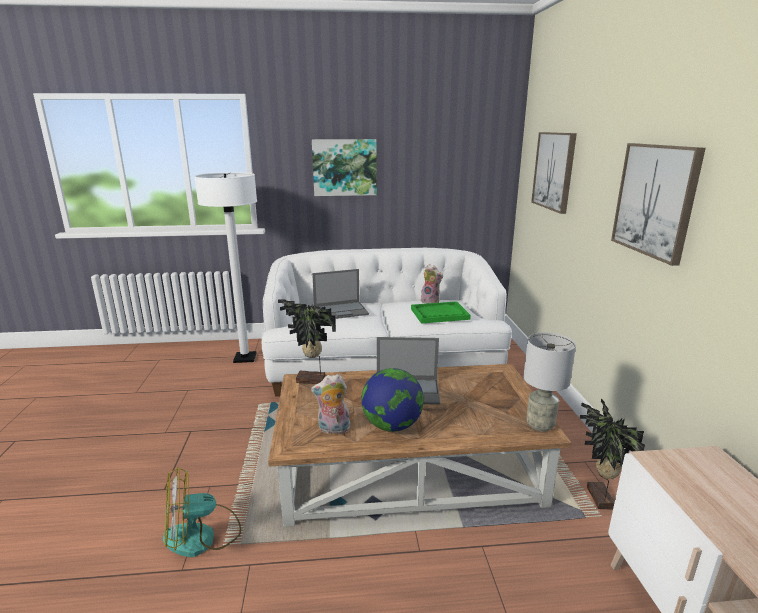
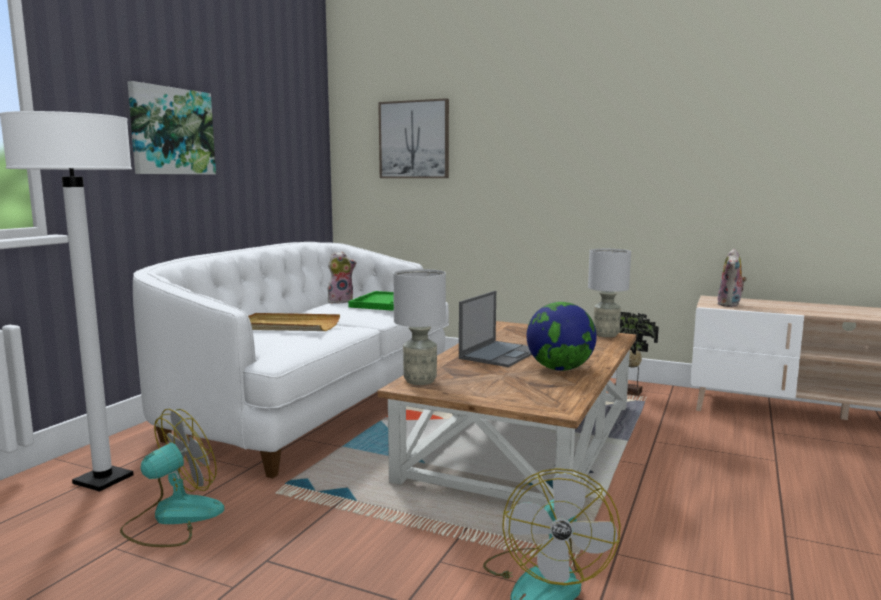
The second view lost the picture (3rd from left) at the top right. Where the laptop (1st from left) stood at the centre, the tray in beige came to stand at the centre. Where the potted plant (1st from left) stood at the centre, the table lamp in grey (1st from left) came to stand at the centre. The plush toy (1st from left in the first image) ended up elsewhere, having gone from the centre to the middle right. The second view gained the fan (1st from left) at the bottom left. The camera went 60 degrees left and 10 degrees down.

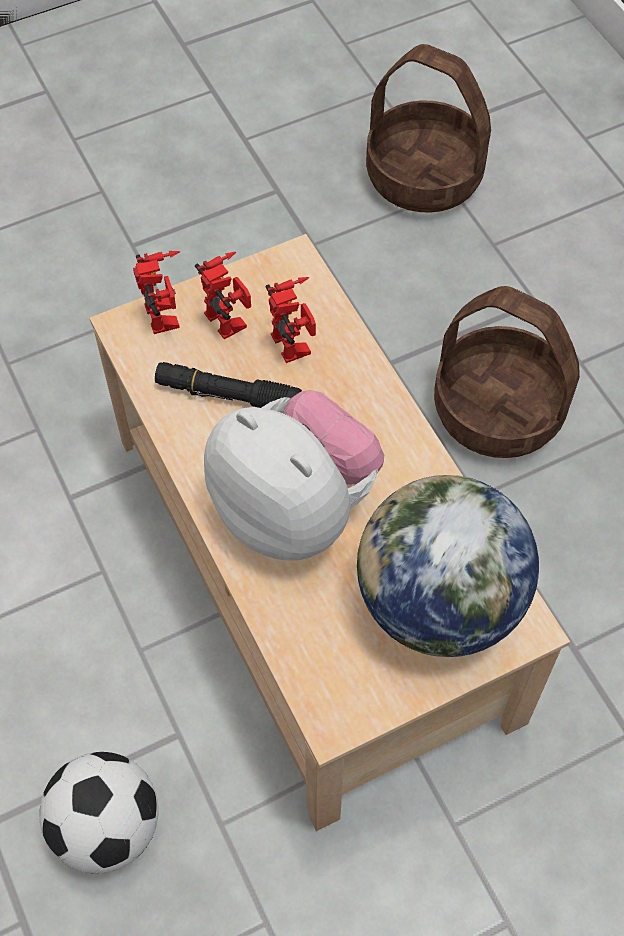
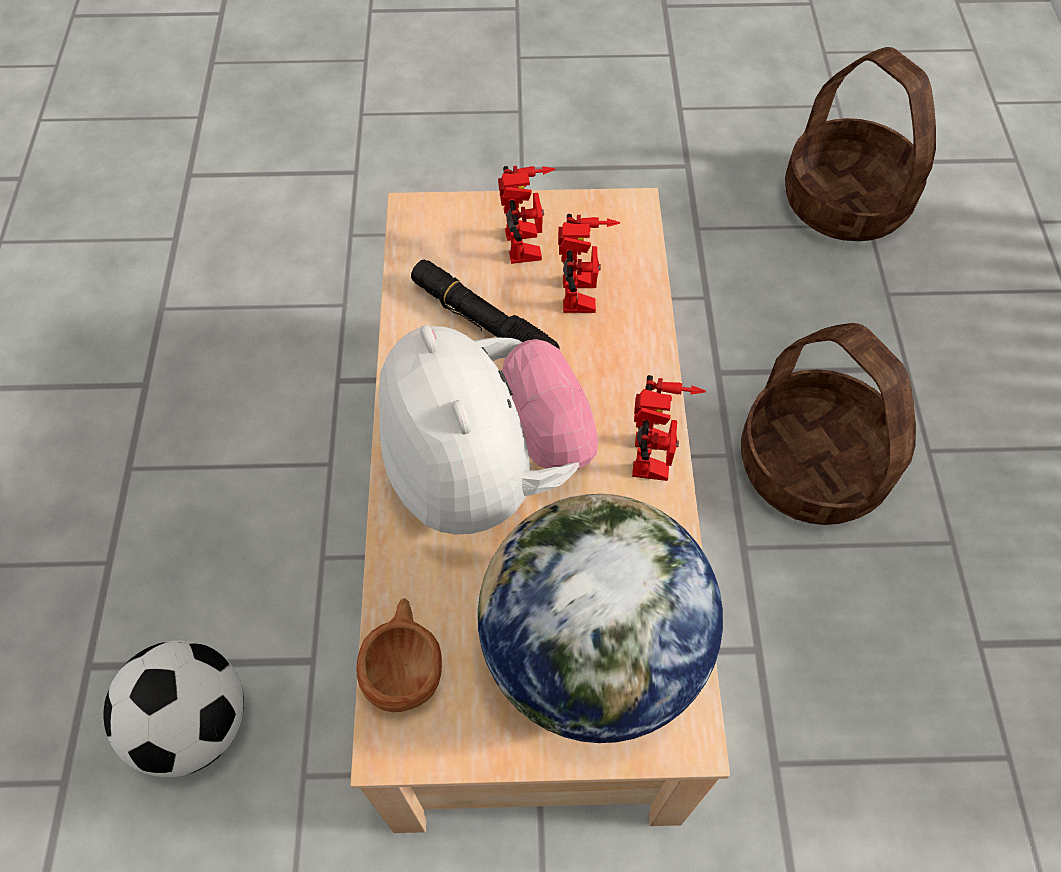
The toy robot (1st from left in the first image) ended up elsewhere, having gone from the top left to the centre. The second view gained the cup in brown at the bottom centre. The camera went 25 degrees right and 0 degrees up.

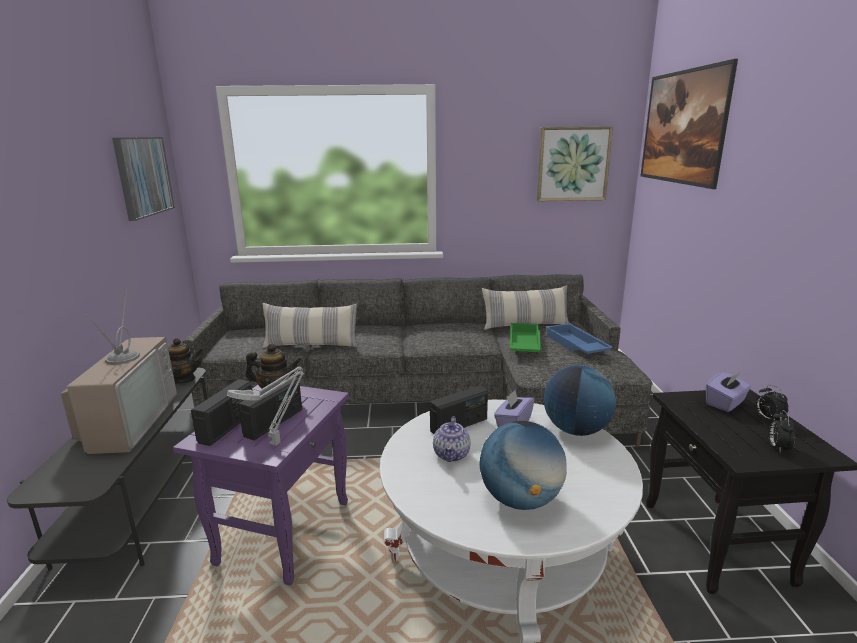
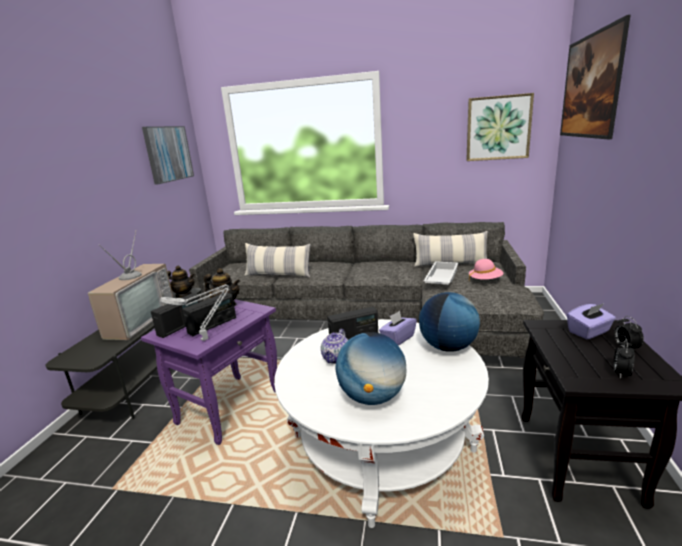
What was the tray in green at the centre turned into the tray in white at the centre. Where the tray in blue stood at the middle right, the hat in pink came to stand at the middle right. The camera went 15 degrees right and 0 degrees up.

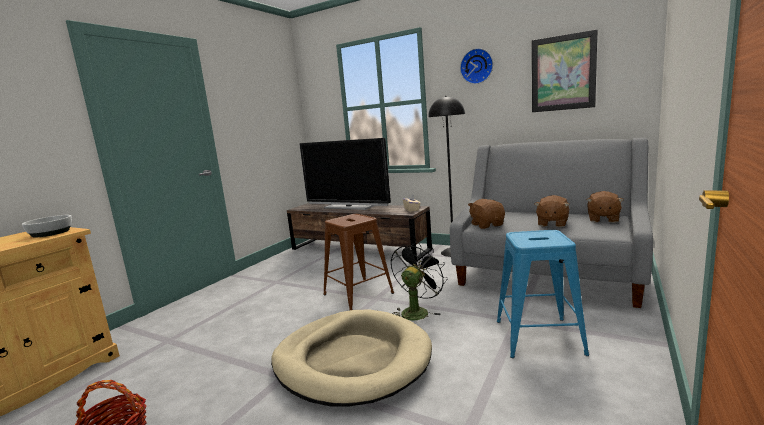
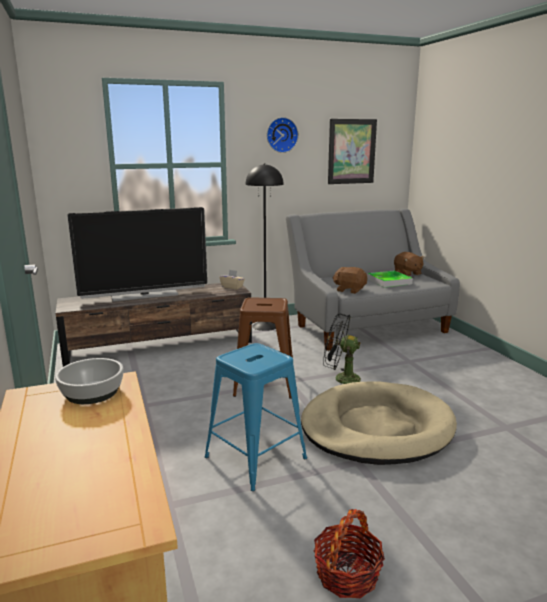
Where the plush toy in brown (2nd from left) stood at the middle right, the tray came to stand at the middle right. The stool in blue ended up elsewhere, having gone from the bottom right to the bottom centre. The fan in black at the centre ended up facing another way, 60 degrees counterclockwise from before. The camera went 50 degrees left and 5 degrees up.

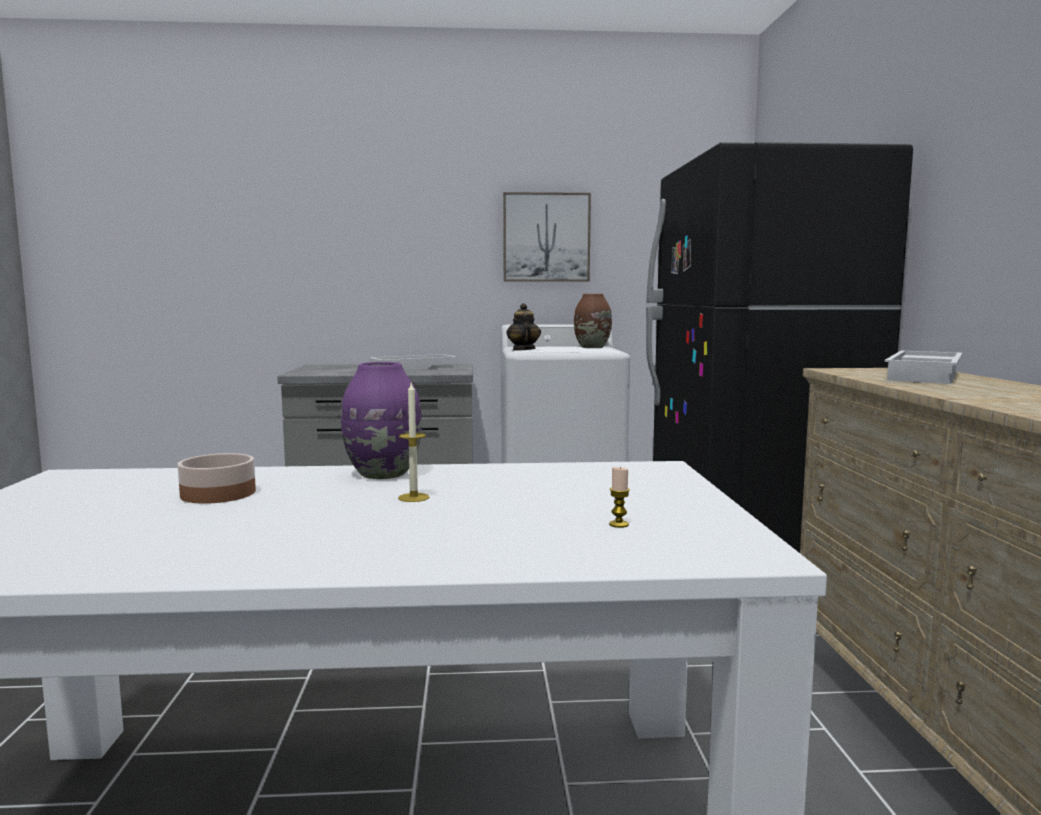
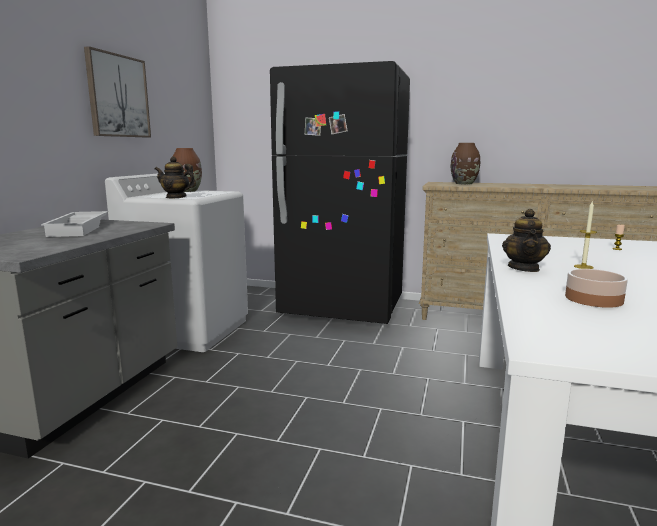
Where the tray in white (2nd from left) stood at the middle right, the vase in brown (2nd from left) came to stand at the top right. Where the vase in purple stood at the centre, the teapot (2nd from left) came to stand at the middle right. The camera went 70 degrees left and 5 degrees up.

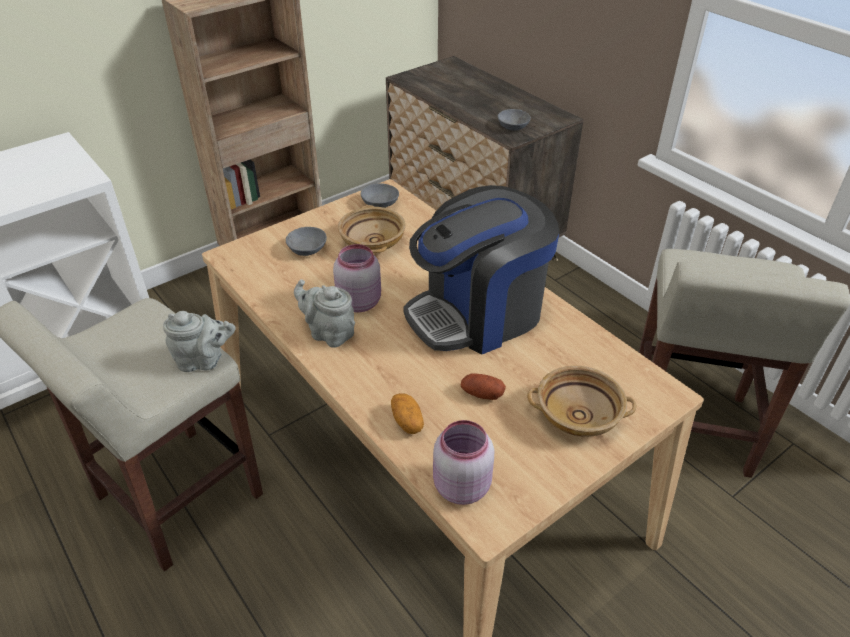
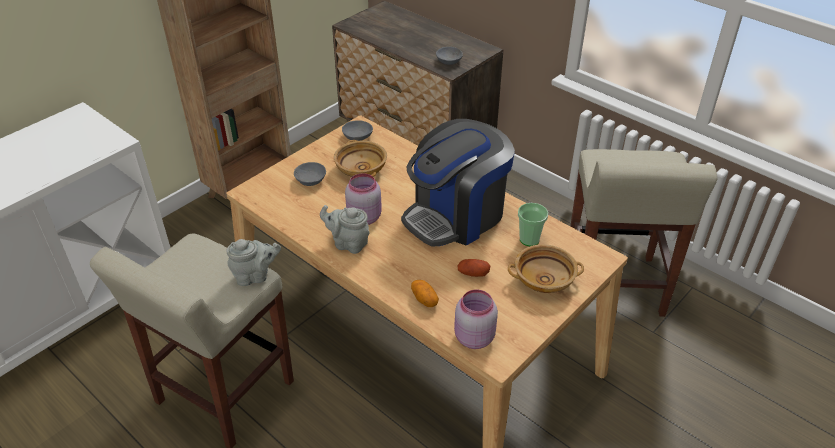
The second view gained the cup at the centre. The camera went 10 degrees left and 0 degrees up.

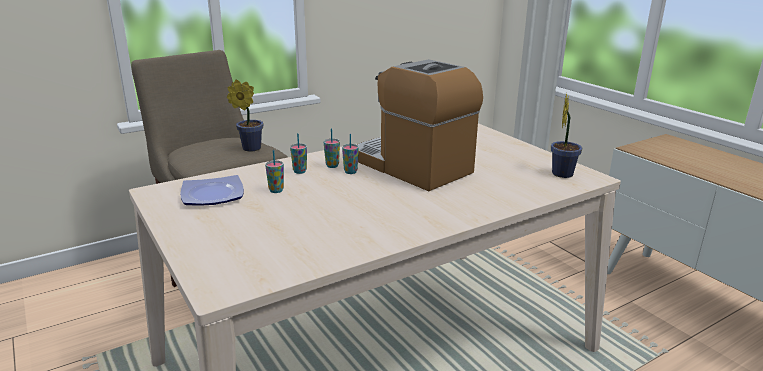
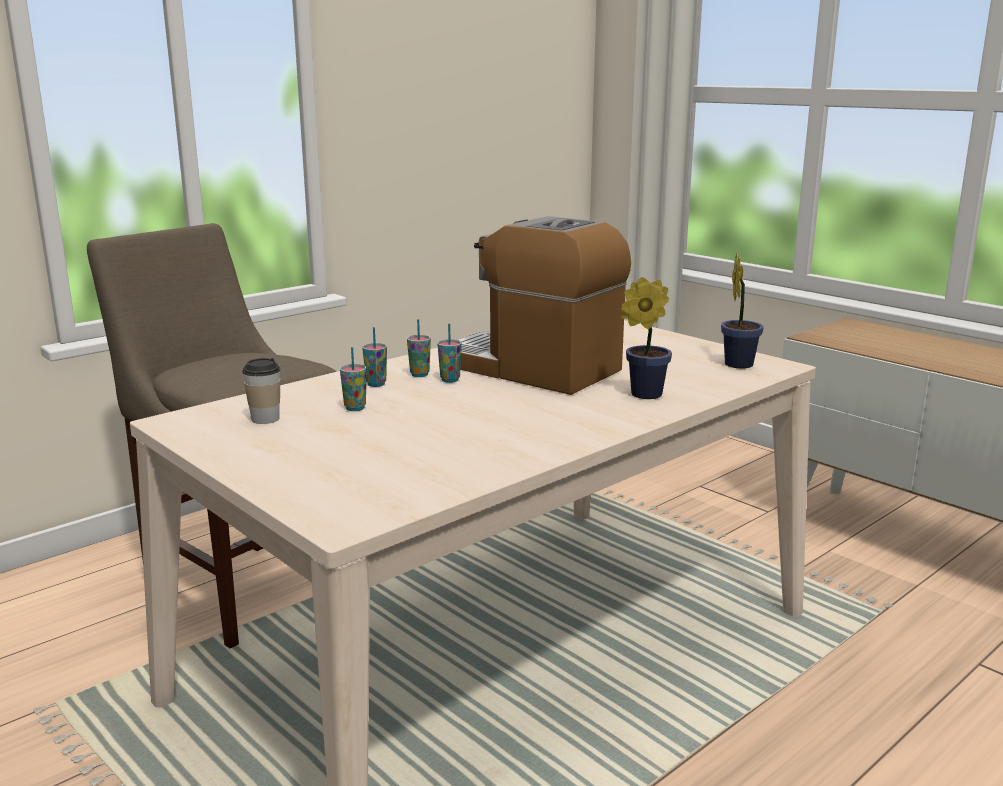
The potted plant (1st from left) ended up elsewhere, having gone from the top left to the centre. Where the plate stood at the middle left, the cup (1st from left) came to stand at the middle left. The camera went 10 degrees left and 5 degrees down.

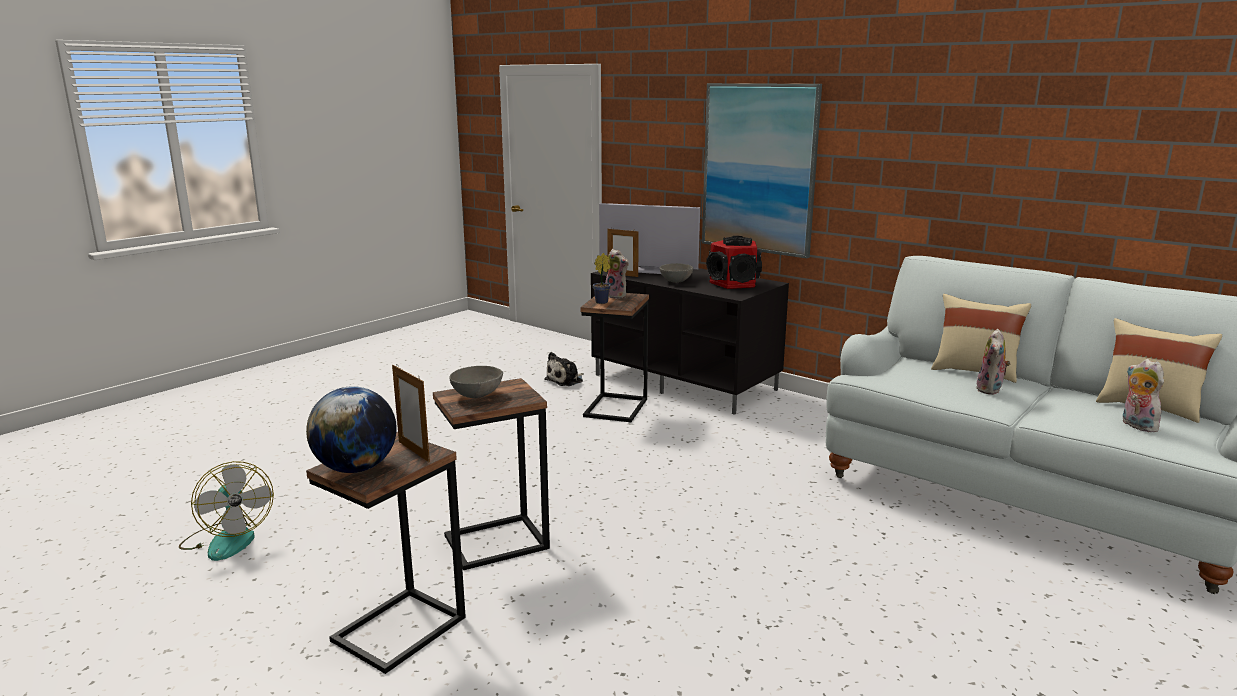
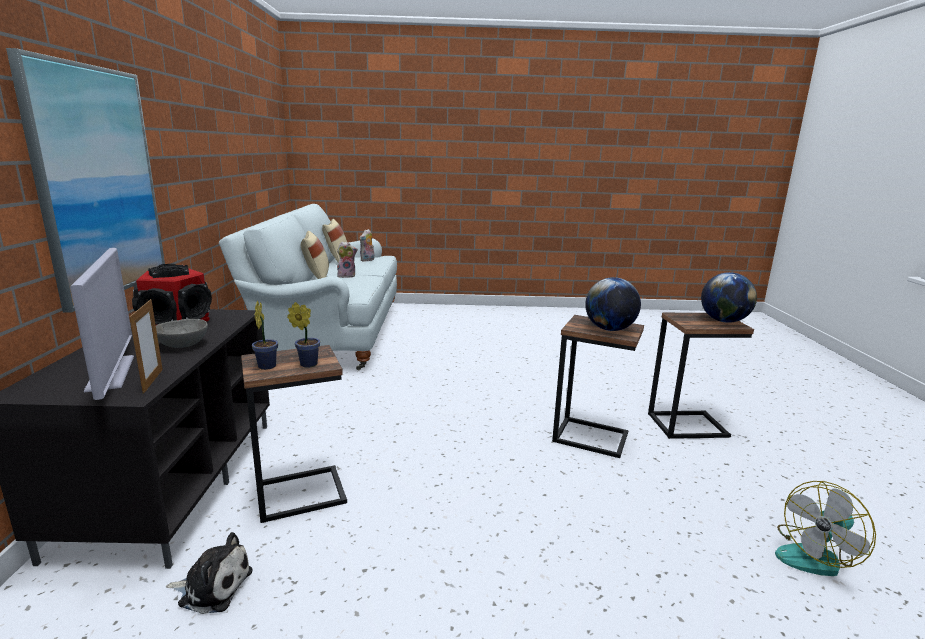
Where the plush toy (2nd from left) stood at the centre, the potted plant (1st from left) came to stand at the middle left. The second view lost the picture frame (1st from left) at the middle left. Where the bowl in grey (1st from left) stood at the centre, the globe (1st from left) came to stand at the centre. The fan at the bottom left ended up facing another way, 135 degrees counterclockwise from before. The camera went 130 degrees left and 0 degrees up.

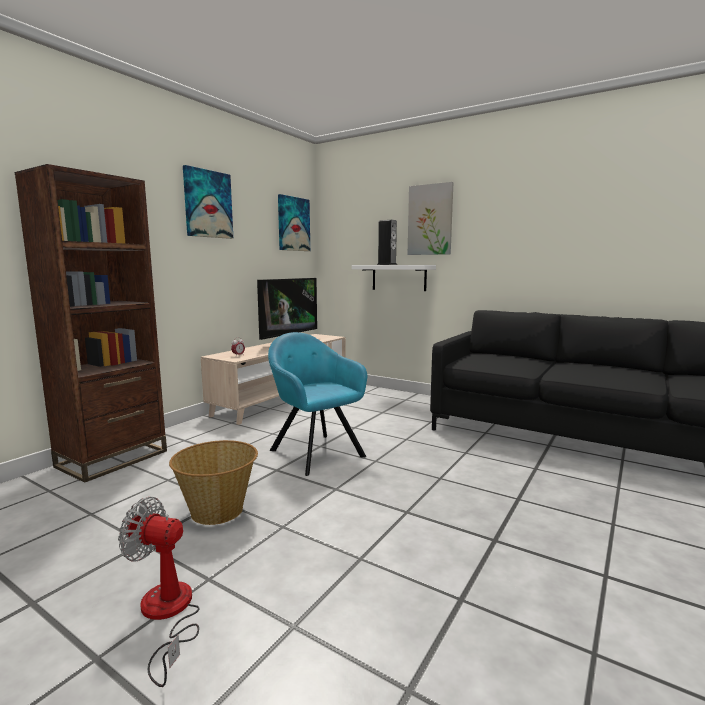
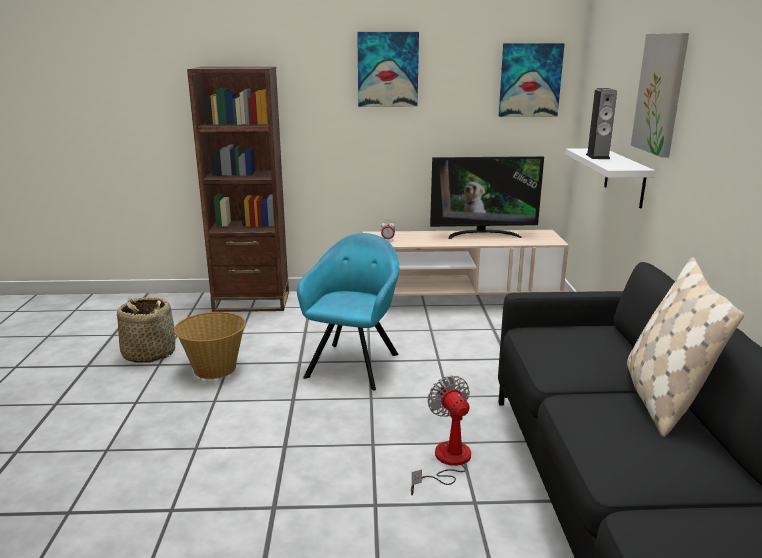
The fan ended up elsewhere, having gone from the bottom left to the bottom centre. The second view gained the pillow in beige at the middle right. The second view gained the basket (1st from left) at the middle left. The camera went 55 degrees right and 10 degrees up.

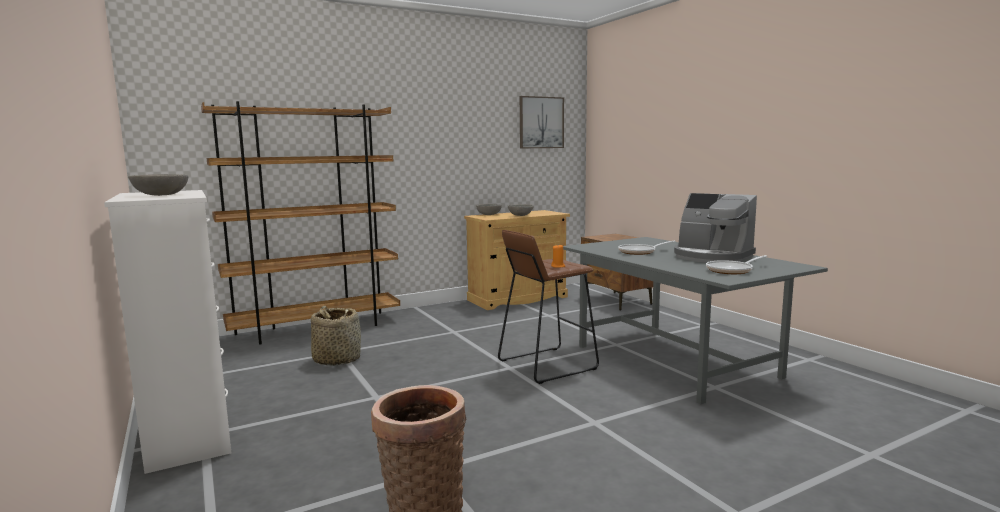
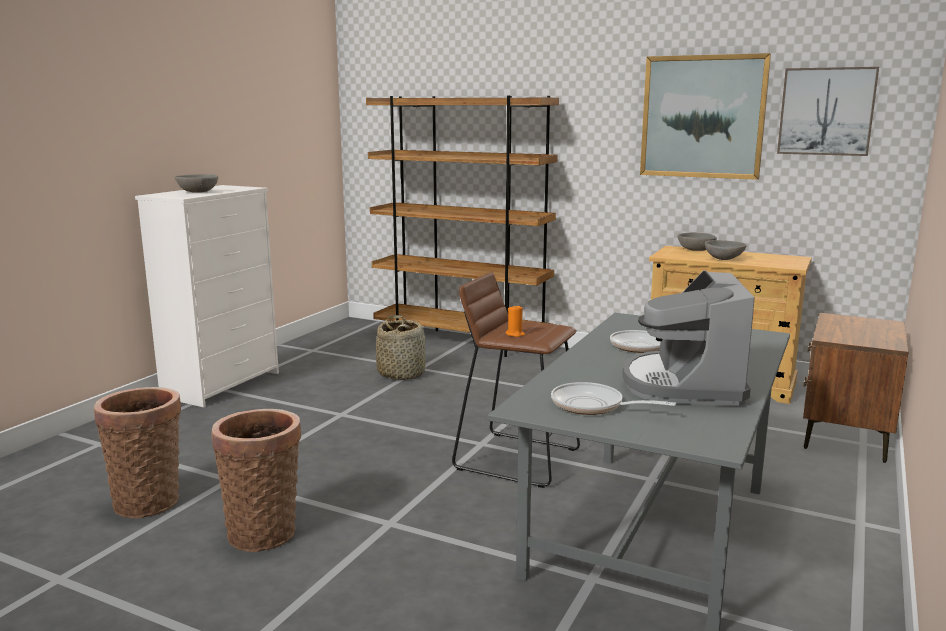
The second view gained the picture (1st from left) at the top right. The second view gained the basket (2nd from left) at the bottom left. The camera went 55 degrees right and 5 degrees up.

